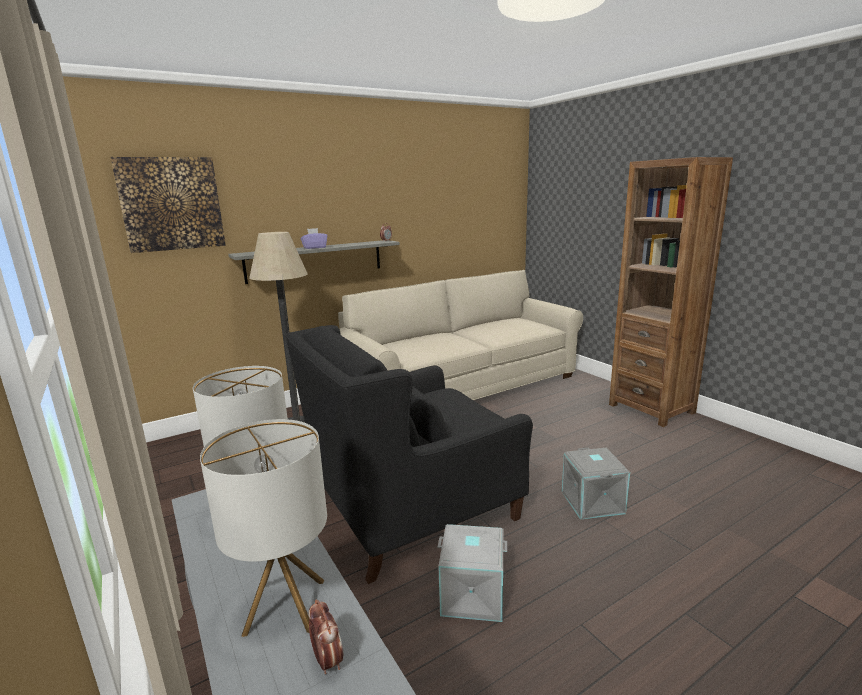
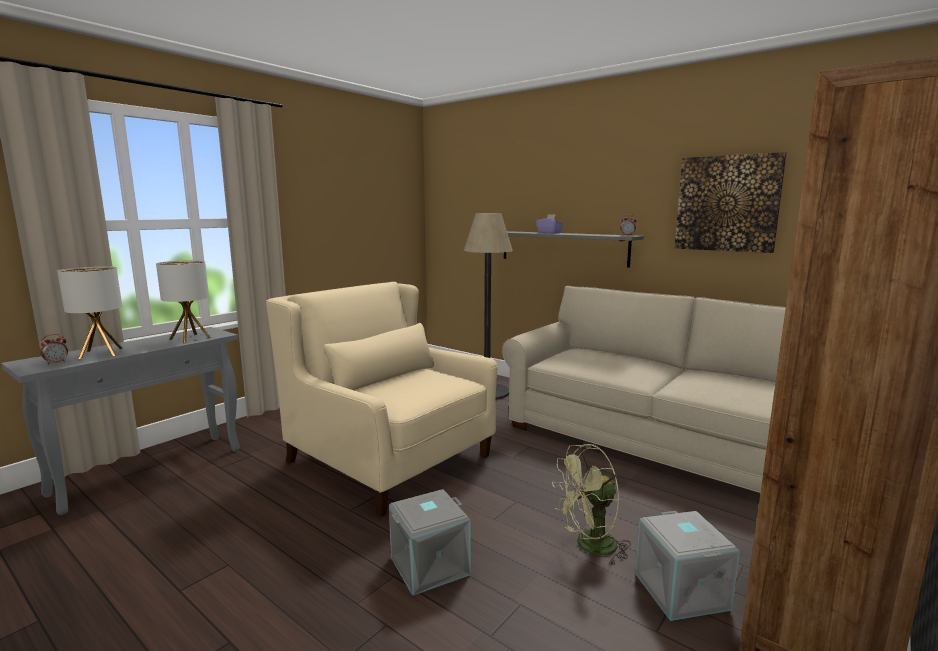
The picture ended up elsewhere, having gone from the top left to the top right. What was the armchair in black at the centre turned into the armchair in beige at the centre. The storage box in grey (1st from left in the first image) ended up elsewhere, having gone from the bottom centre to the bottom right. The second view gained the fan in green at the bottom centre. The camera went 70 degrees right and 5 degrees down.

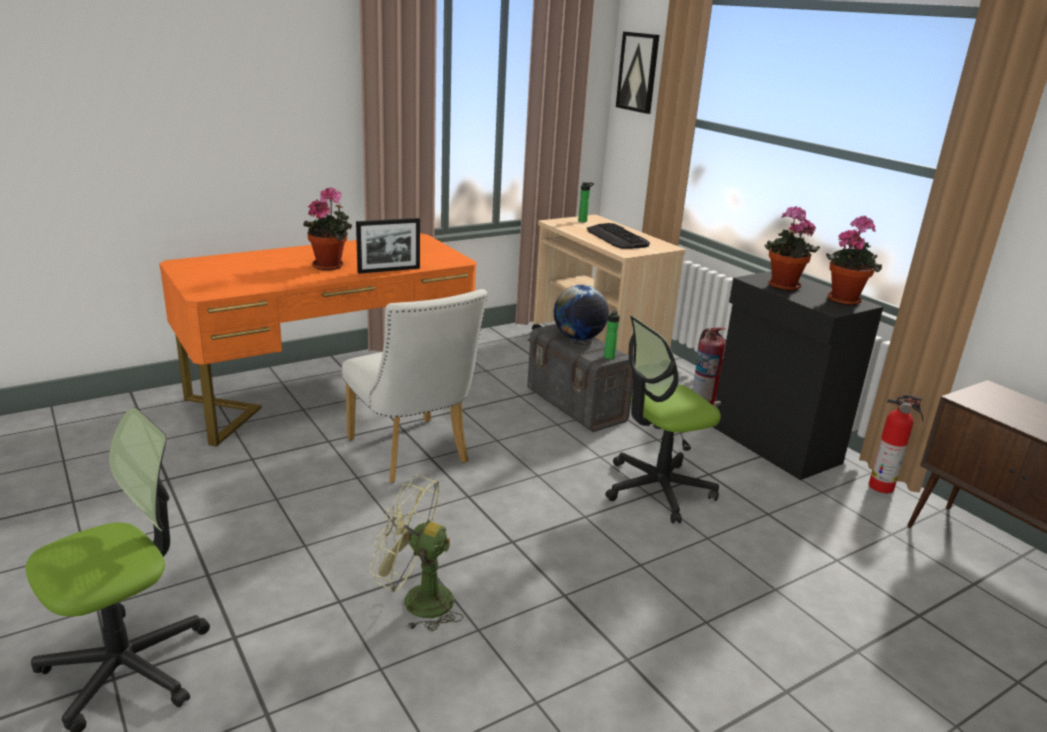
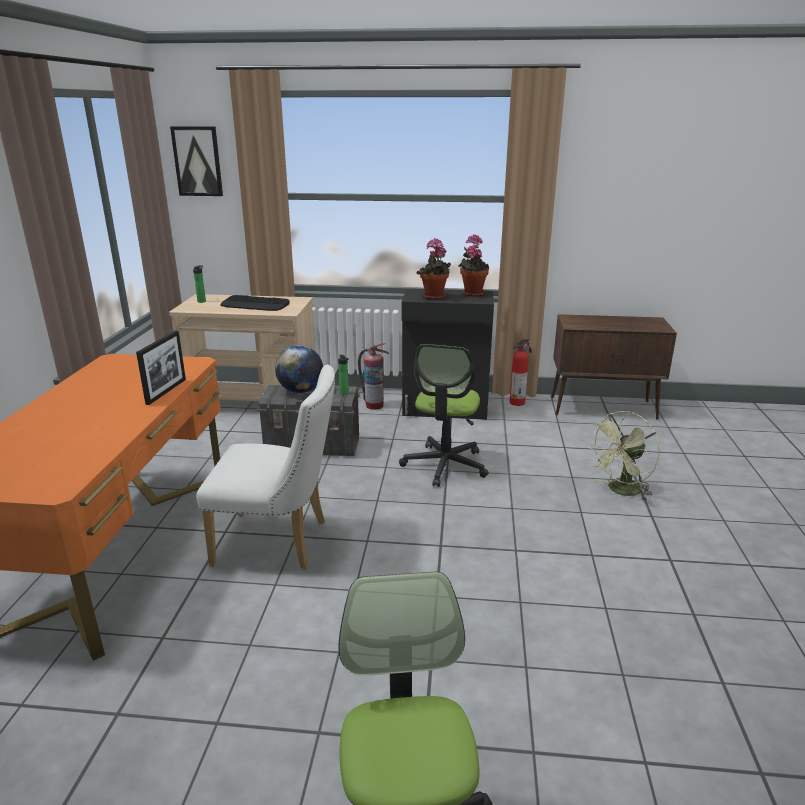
The second view lost the potted plant (1st from left) at the top left. The fan in green ended up elsewhere, having gone from the bottom centre to the middle right. The camera went 50 degrees left and 0 degrees up.

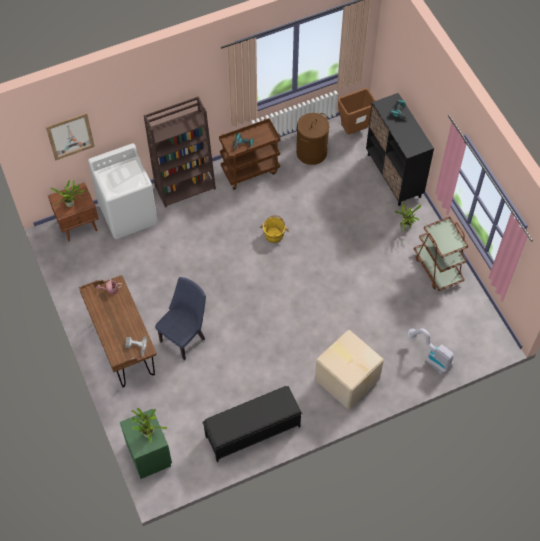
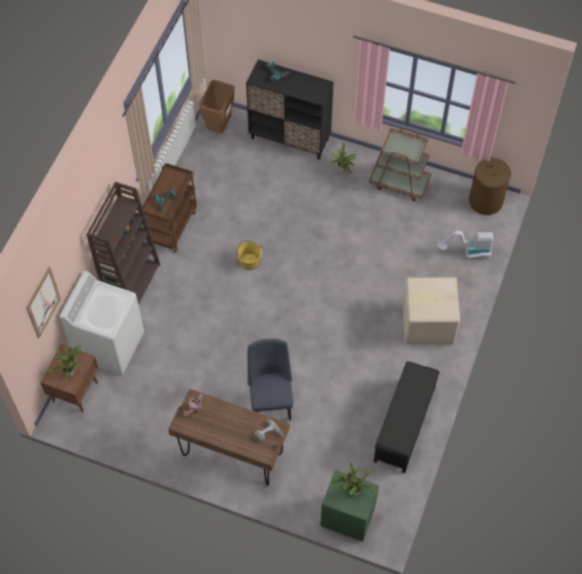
The laundry basket in brown ended up elsewhere, having gone from the top centre to the top right. The camera went 45 degrees left and 0 degrees up.

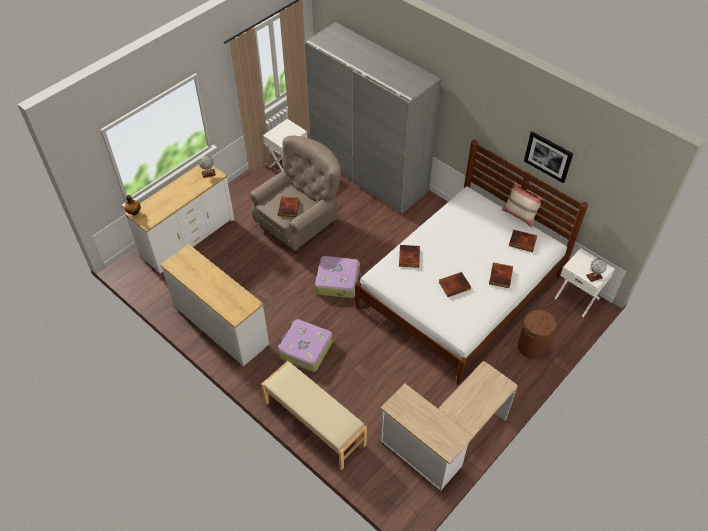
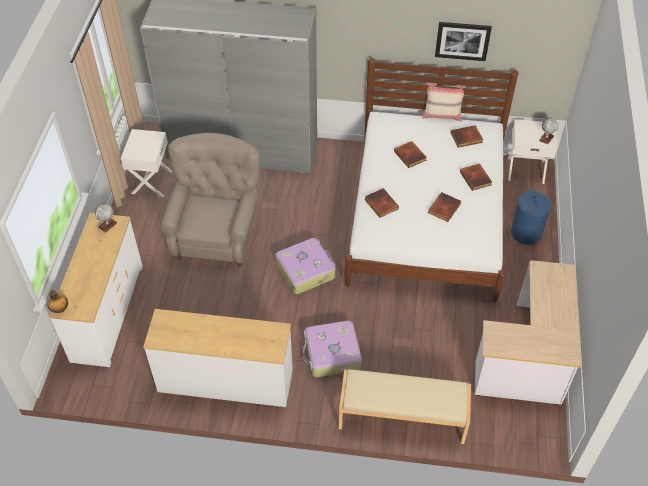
The book (1st from left in the first image) ended up elsewhere, having gone from the centre to the top centre. What was the laundry basket in brown at the middle right turned into the laundry basket in blue at the middle right. The camera went 35 degrees left and 0 degrees up.

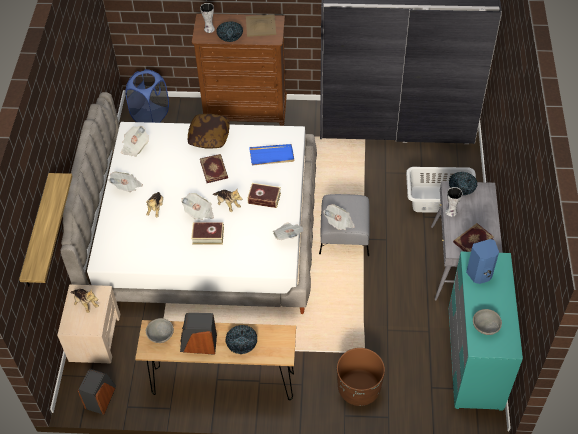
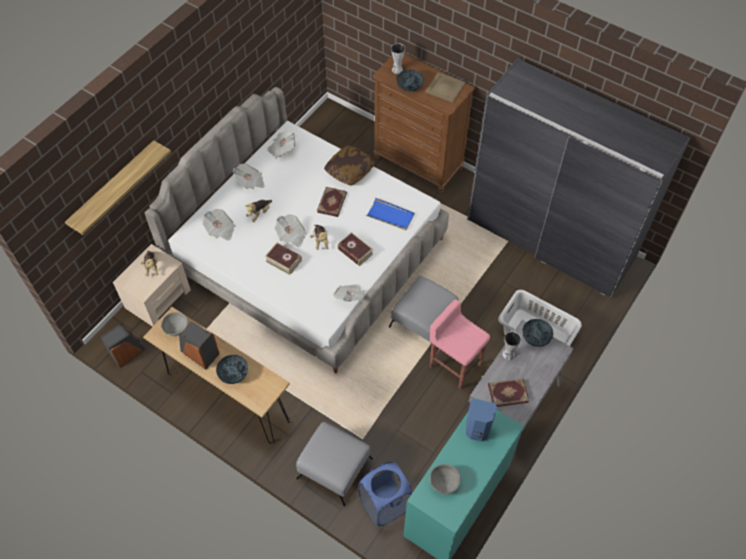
The laundry basket in blue ended up elsewhere, having gone from the top left to the bottom centre. The newspaper (5th from left in the first image) ended up elsewhere, having gone from the centre to the middle left. Where the planter in brown stood at the bottom centre, the ottoman in grey (1st from left) came to stand at the bottom centre. The second view gained the stool in pink at the centre. The camera went 30 degrees right and 5 degrees up.

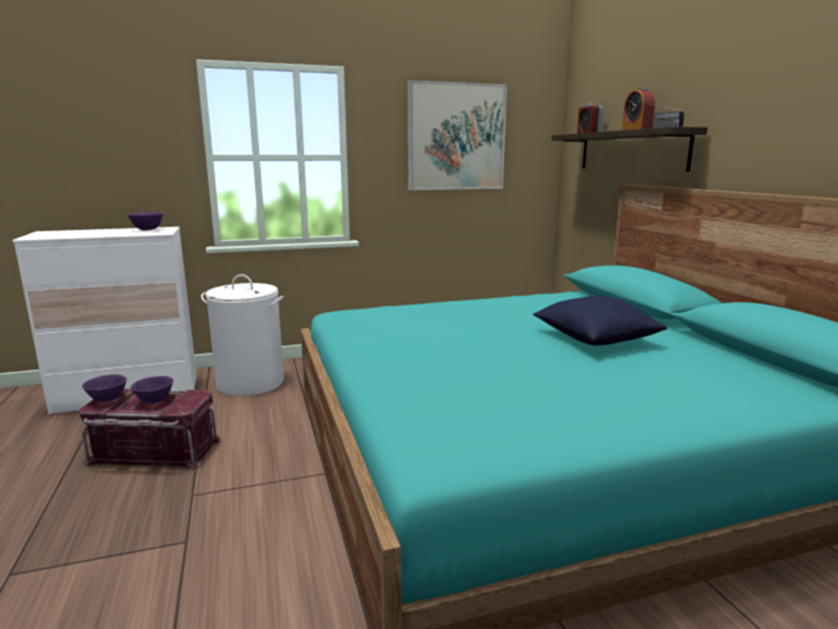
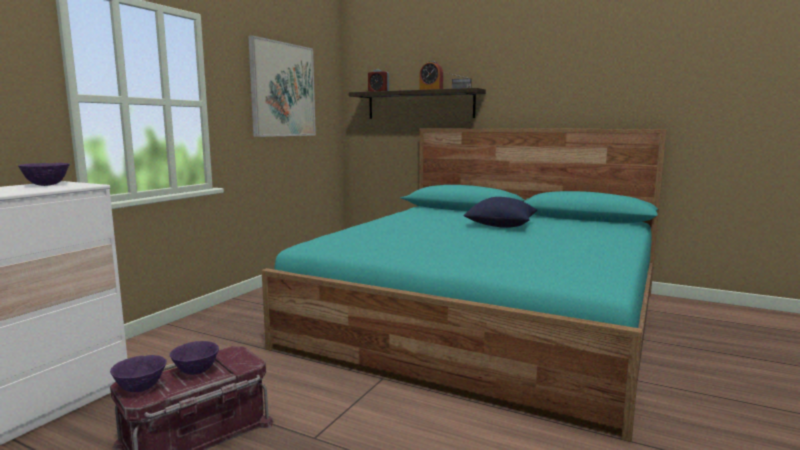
The second view lost the laundry basket in white at the middle left. The camera went 45 degrees left and 5 degrees down.

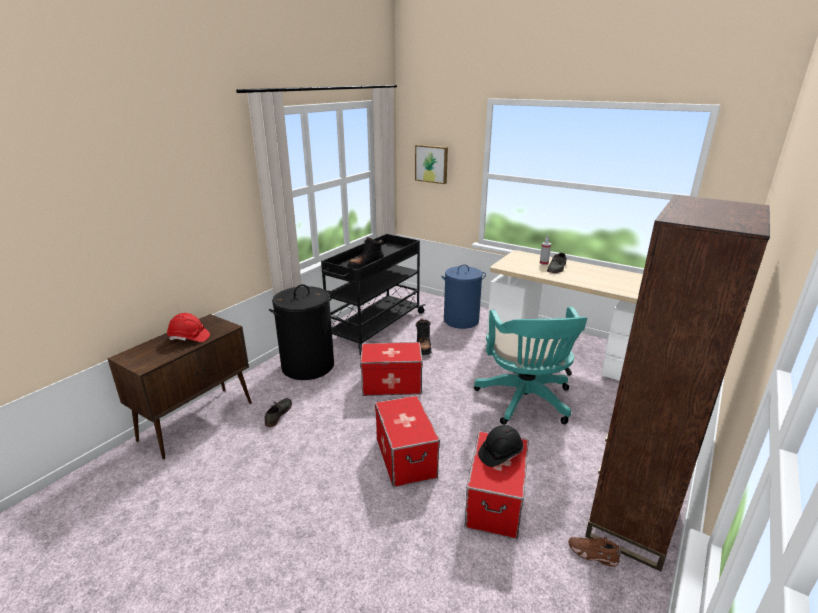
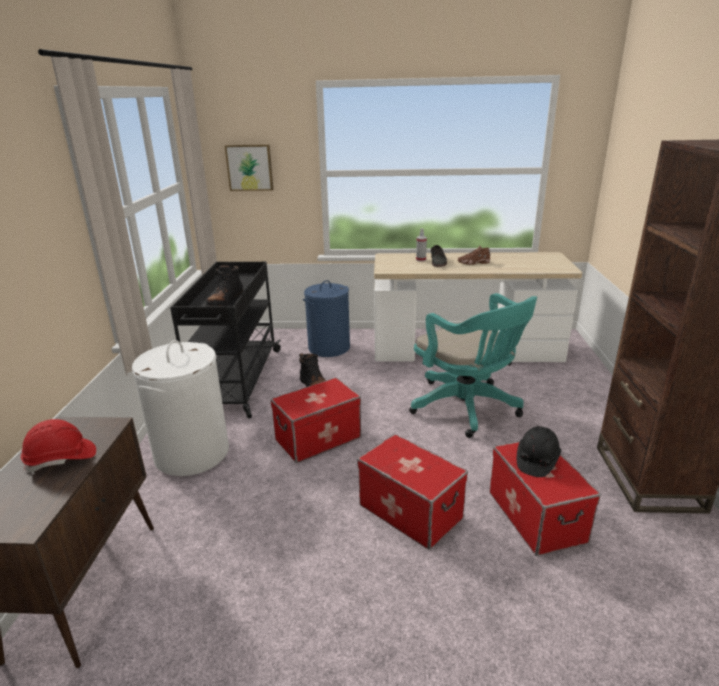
What was the laundry basket in black at the centre turned into the laundry basket in white at the middle left. The second view lost the shoe in grey (1st from left) at the bottom centre. The shoe in brown ended up elsewhere, having gone from the bottom right to the centre. The camera went 30 degrees left and 0 degrees up.

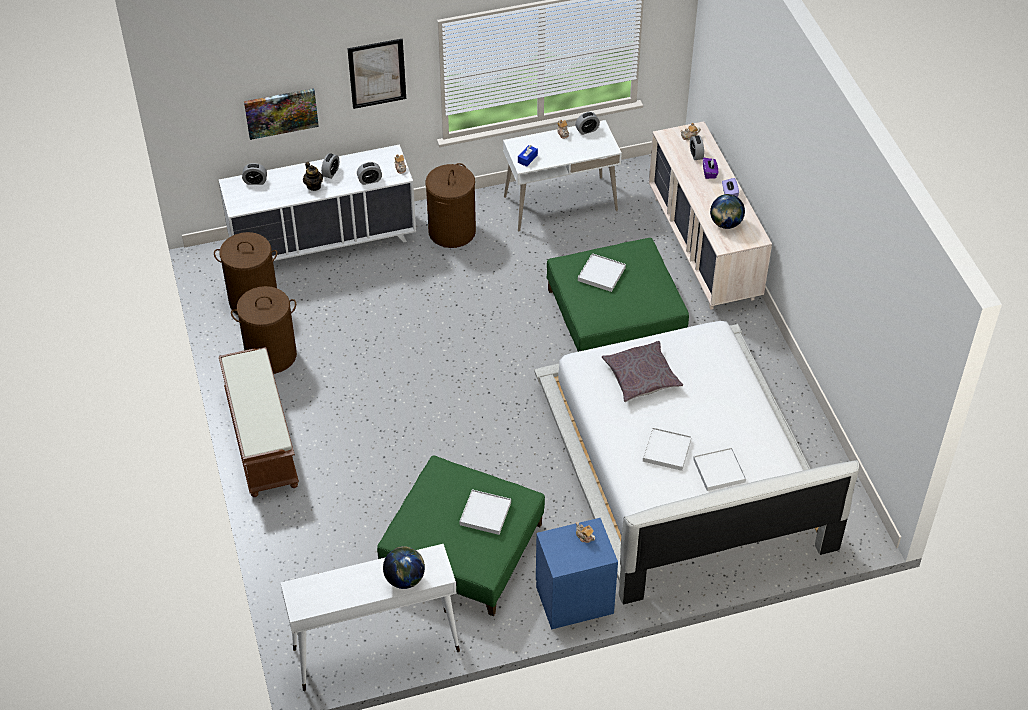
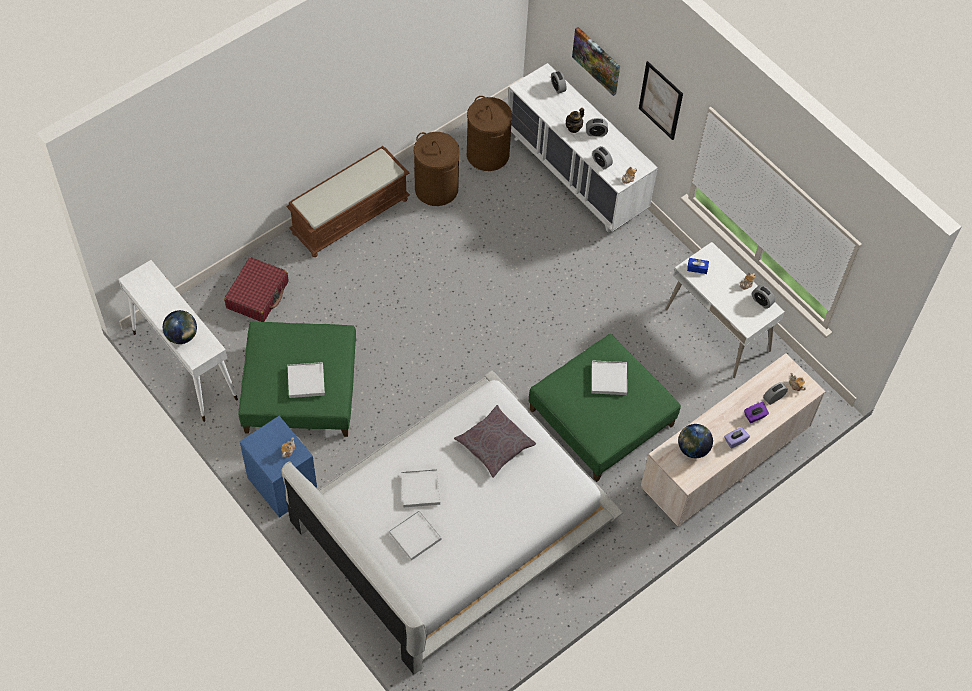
The second view lost the laundry basket in brown (3rd from left) at the top centre. The second view gained the suitcase in red at the middle left. The camera went 65 degrees right and 10 degrees up.

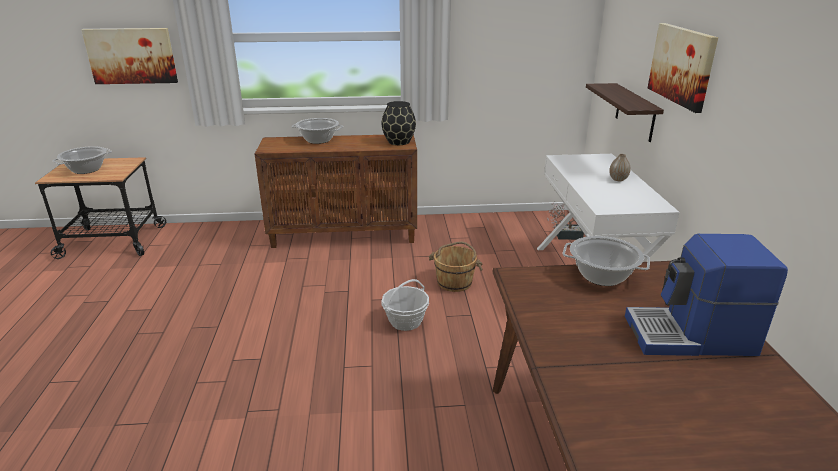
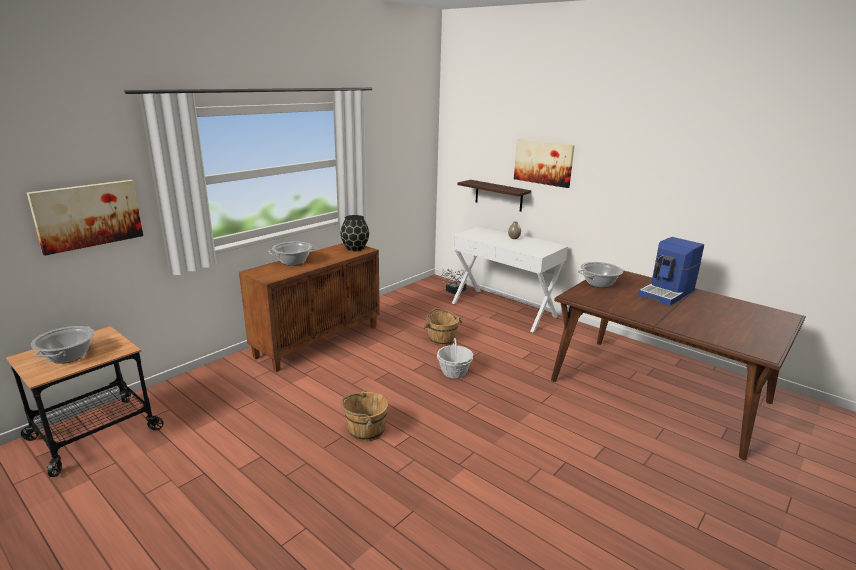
The second view gained the bucket in brown (1st from left) at the bottom centre. The camera went 45 degrees left and 5 degrees down.

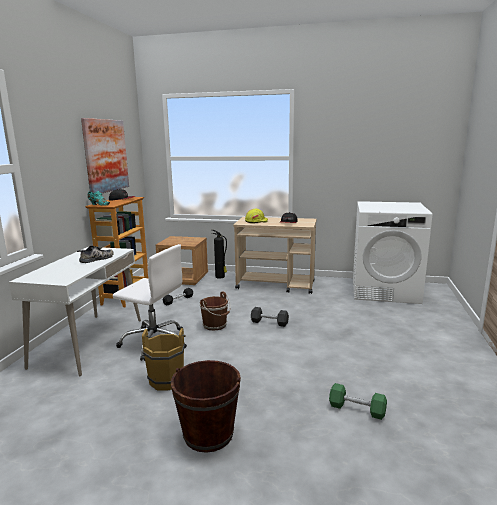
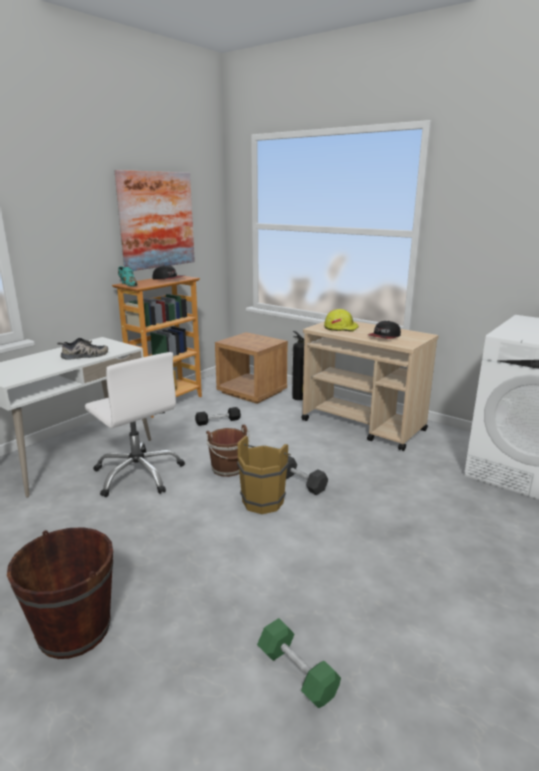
The bucket in brown (1st from left in the first image) ended up elsewhere, having gone from the bottom left to the centre. The camera went 25 degrees right and 5 degrees up.

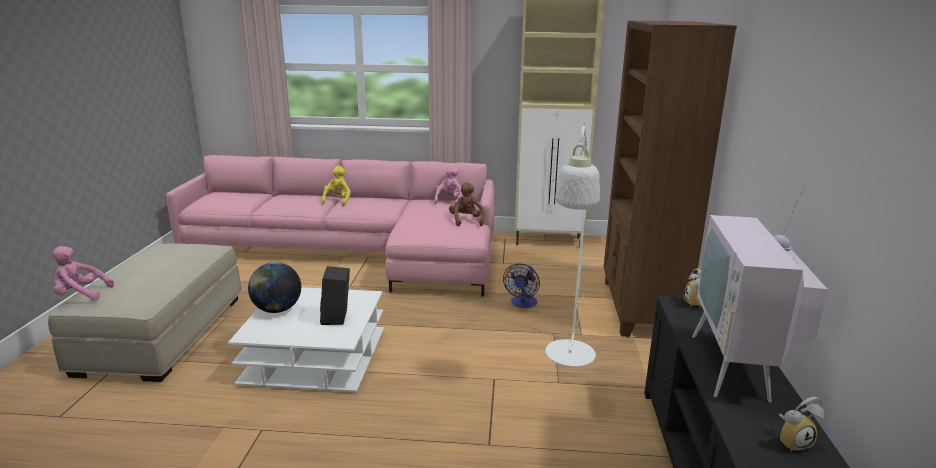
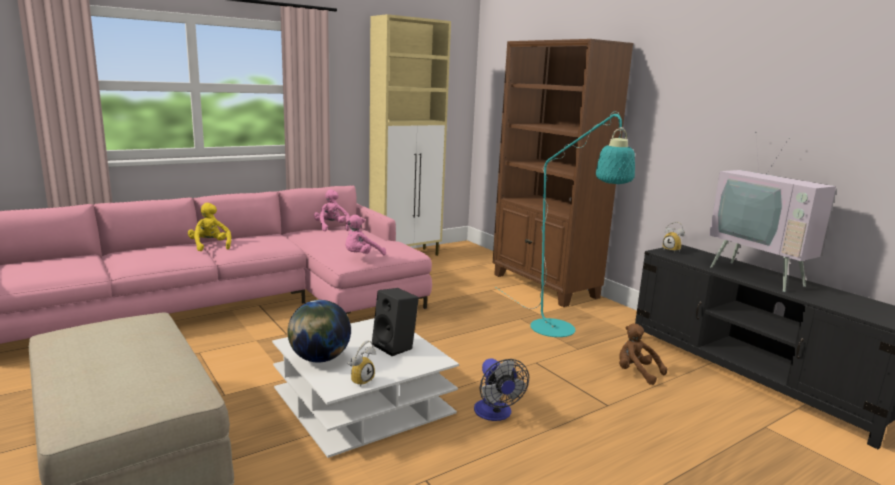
What was the floor lamp in white at the centre turned into the floor lamp in turquoise at the centre. The plush toy in brown ended up elsewhere, having gone from the centre to the bottom right. The plush toy in pink (1st from left in the first image) ended up elsewhere, having gone from the middle left to the centre. The fan ended up elsewhere, having gone from the centre to the bottom centre. The alarm clock (2nd from left in the first image) ended up elsewhere, having gone from the bottom right to the bottom centre. The camera went 40 degrees left and 5 degrees down.

